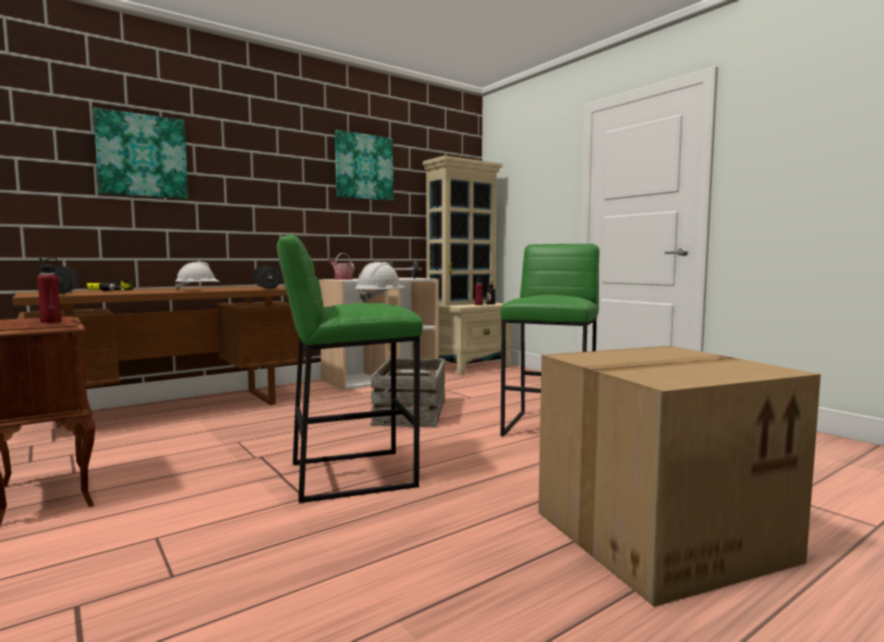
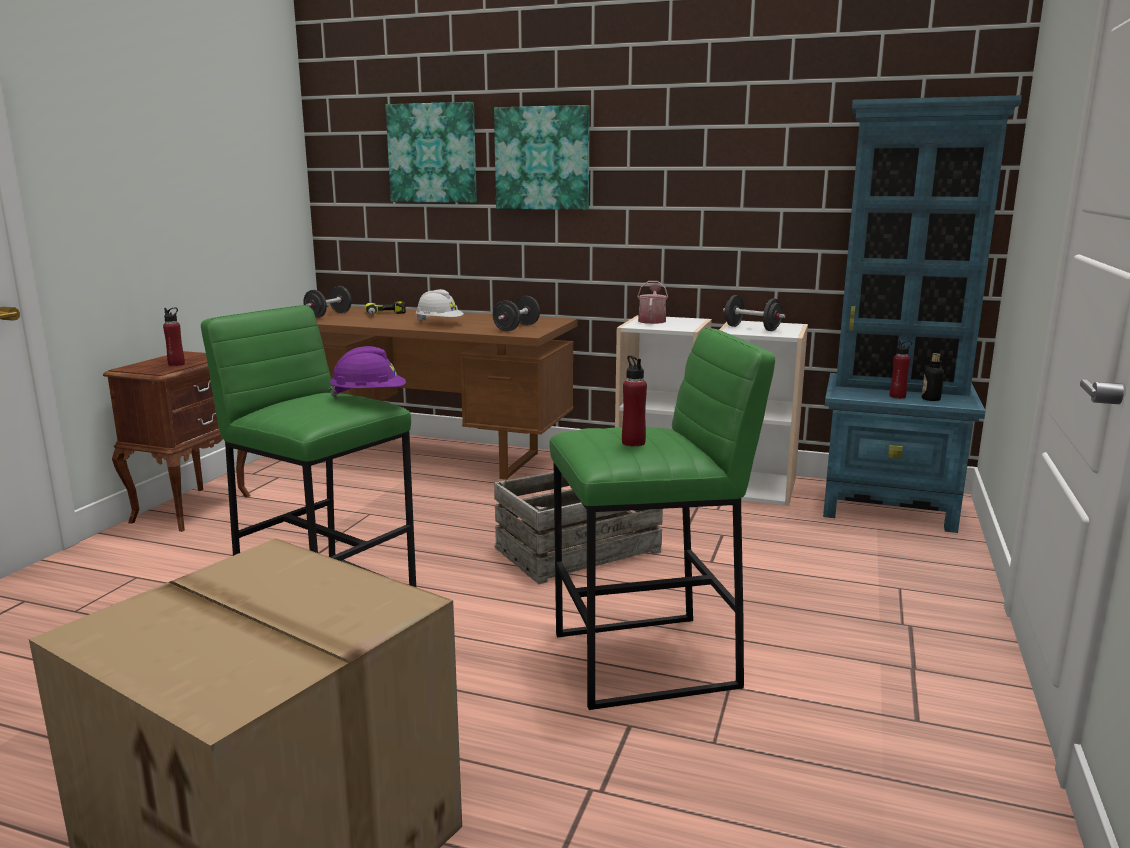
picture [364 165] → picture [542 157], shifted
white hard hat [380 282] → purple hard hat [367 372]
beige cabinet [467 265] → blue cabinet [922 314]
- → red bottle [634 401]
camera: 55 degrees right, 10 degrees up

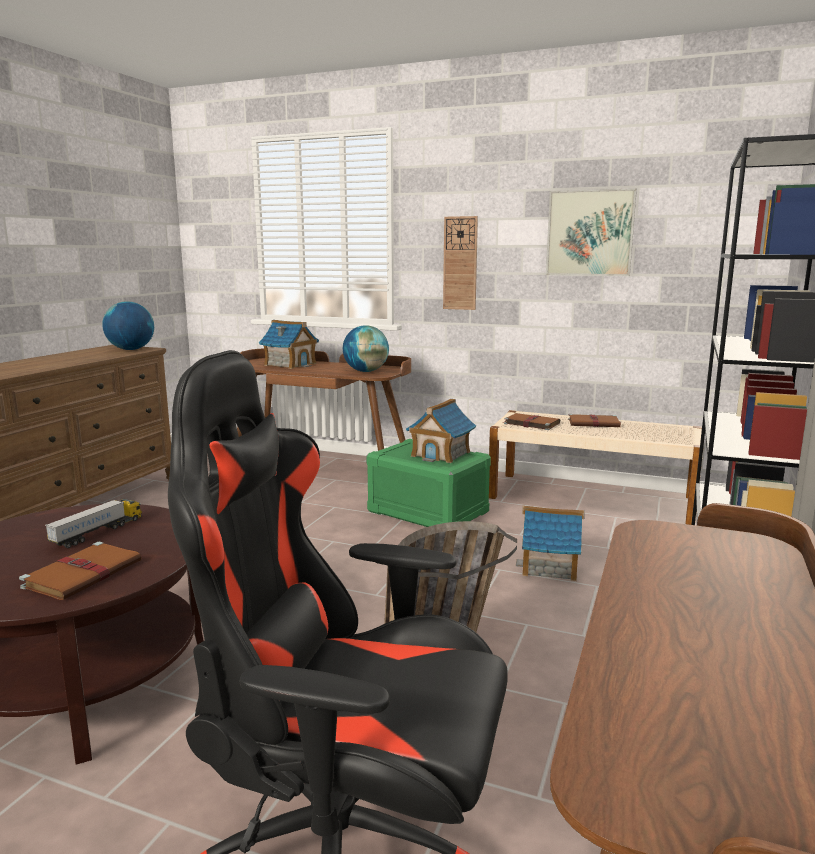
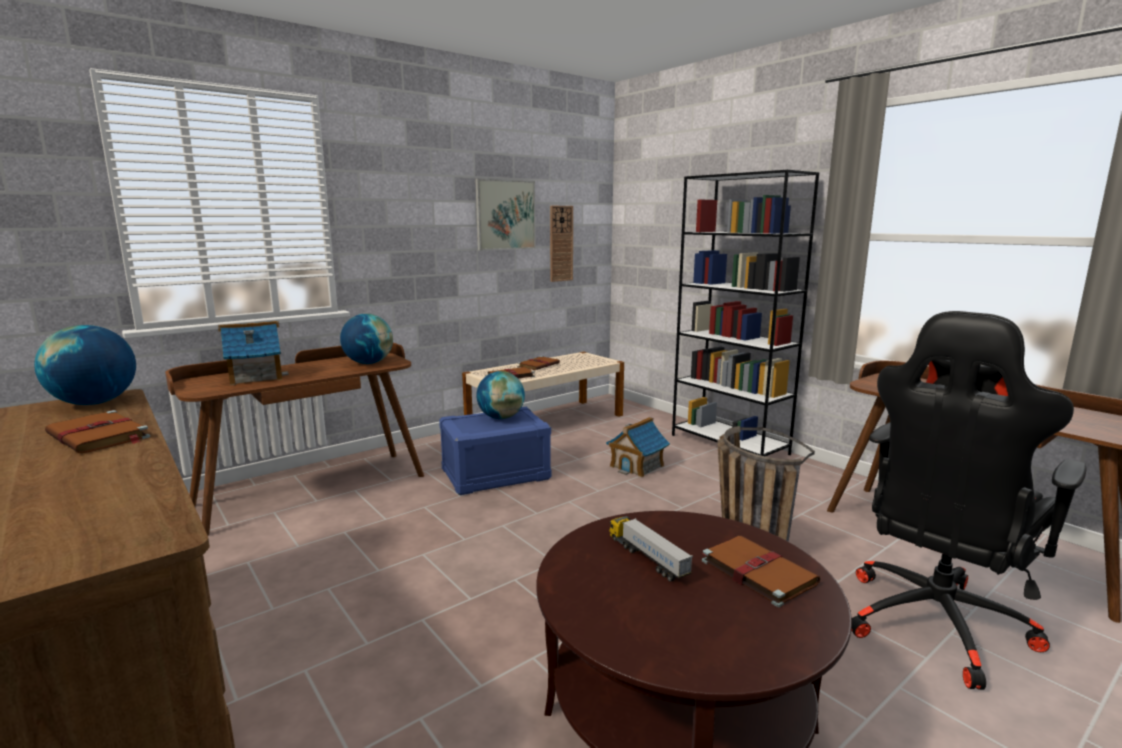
green storage box [428 483] → blue storage box [495 451]
toy house [441 431] → globe [500 395]
wall clock [460 263] → wall clock [561 244], shifted
- → brown book [97 431]
camera: 60 degrees left, 0 degrees up

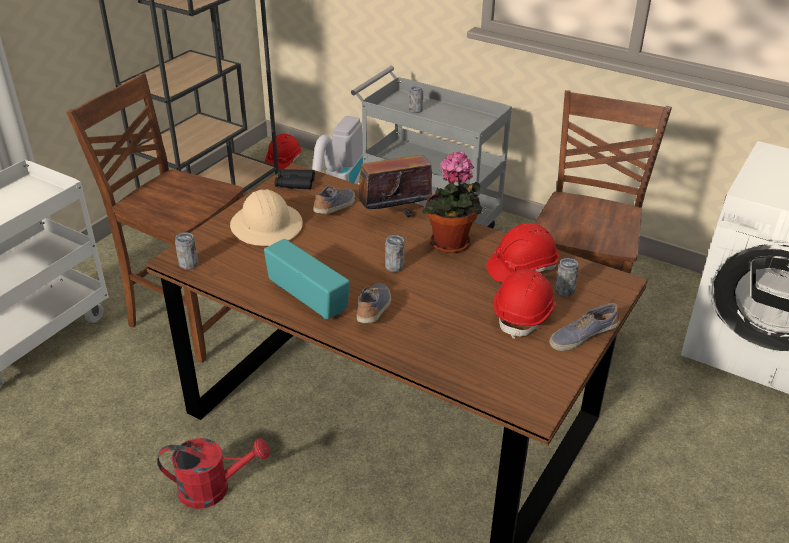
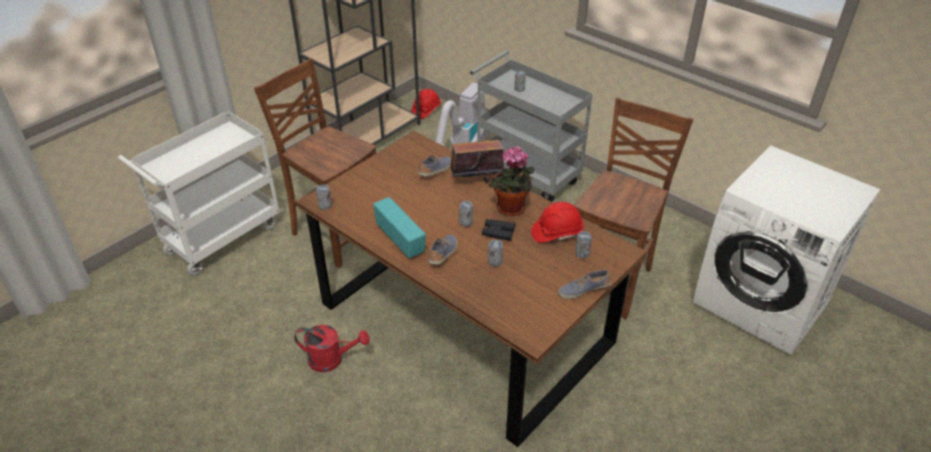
beige hard hat [266 217] → -
black binoculars [295 179] → black binoculars [498 230], shifted
red hard hat [524 304] → -
- → can [495 253]
camera: 10 degrees right, 5 degrees up

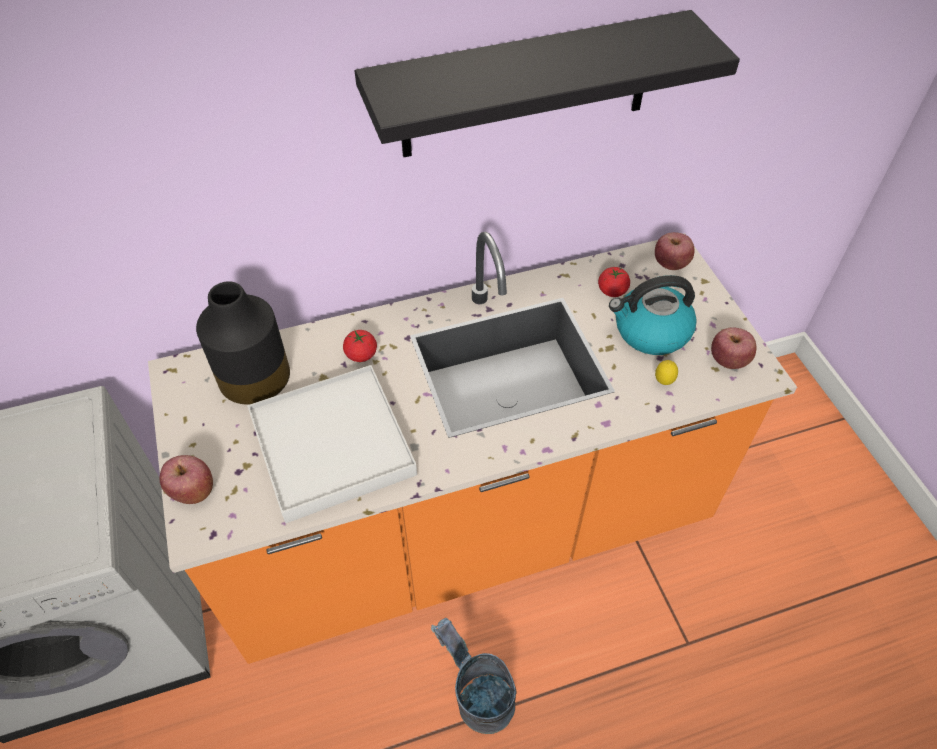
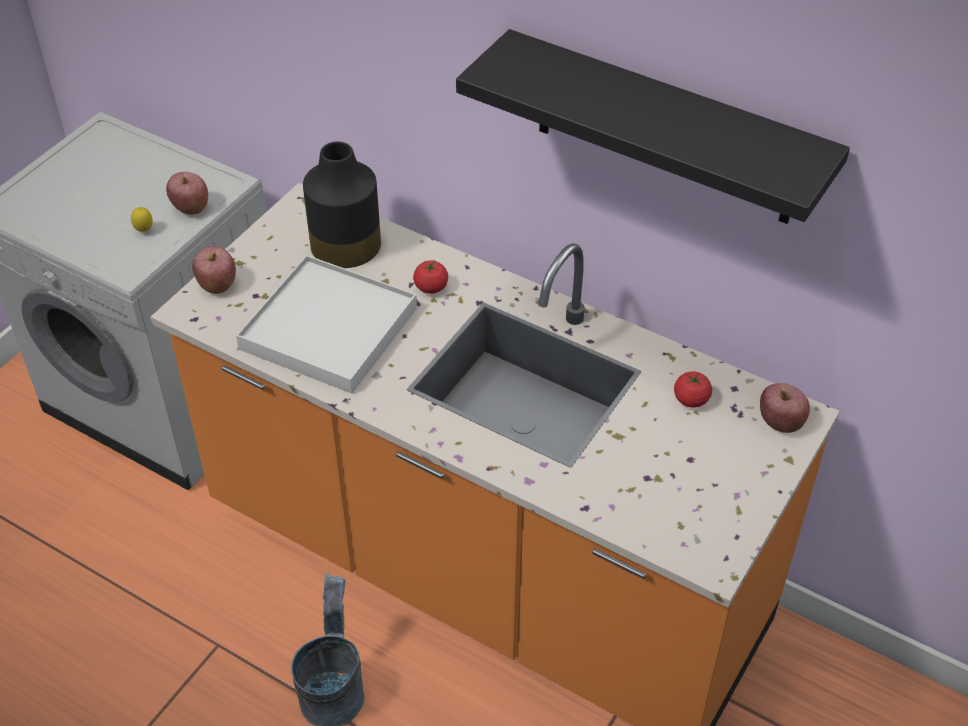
kettle [653 315] → -
lemon [666 372] → lemon [142 219], shifted
apple [734 348] → apple [187 193], shifted
camera: 50 degrees right, 5 degrees down

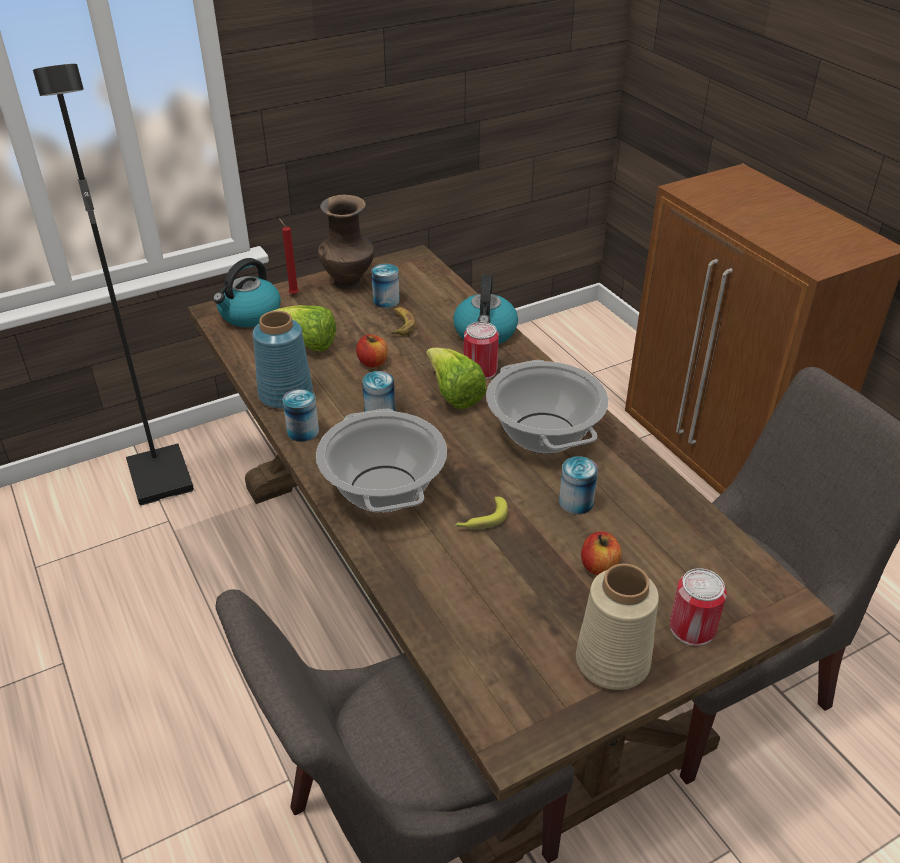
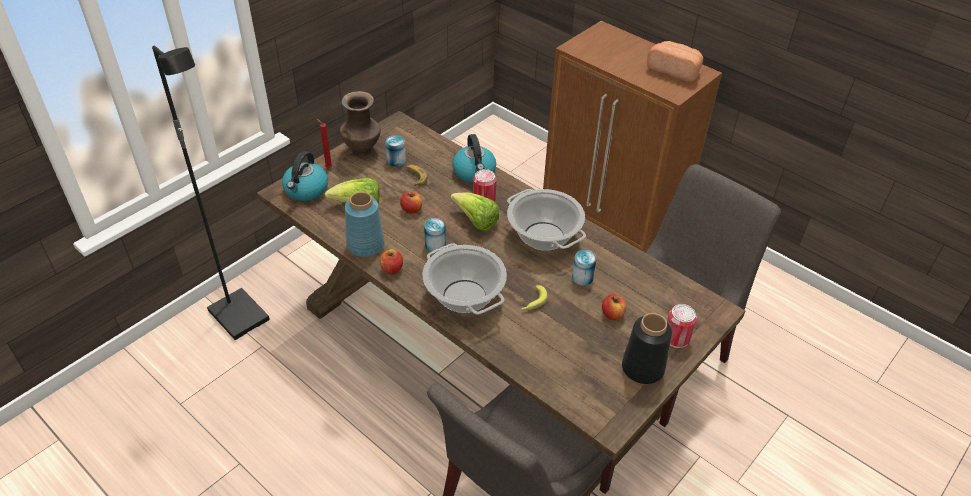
can [301 415] → apple [391 261]
beige vase [617 627] → black vase [647 348]
- → bread [675 61]
camera: 20 degrees left, 5 degrees up

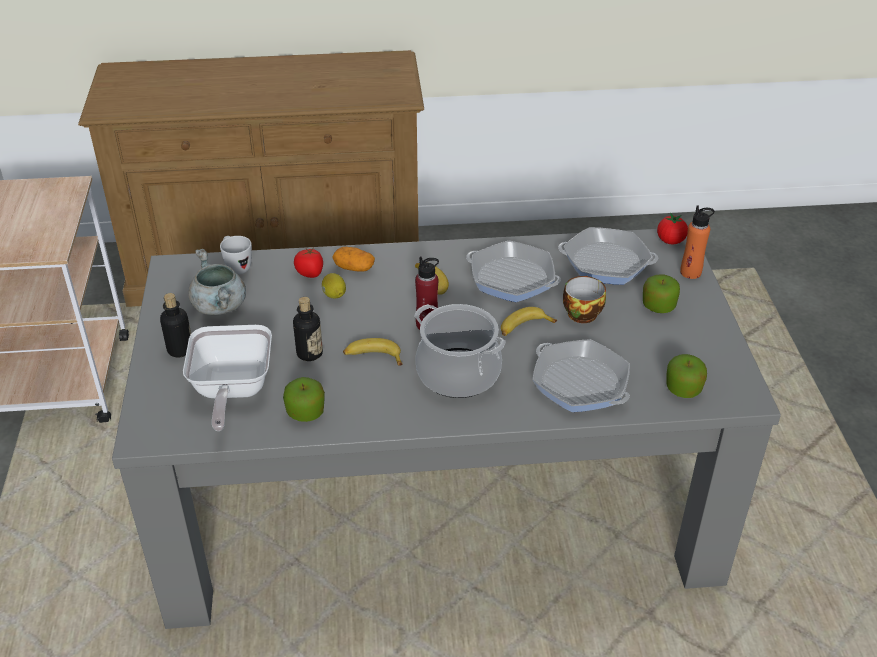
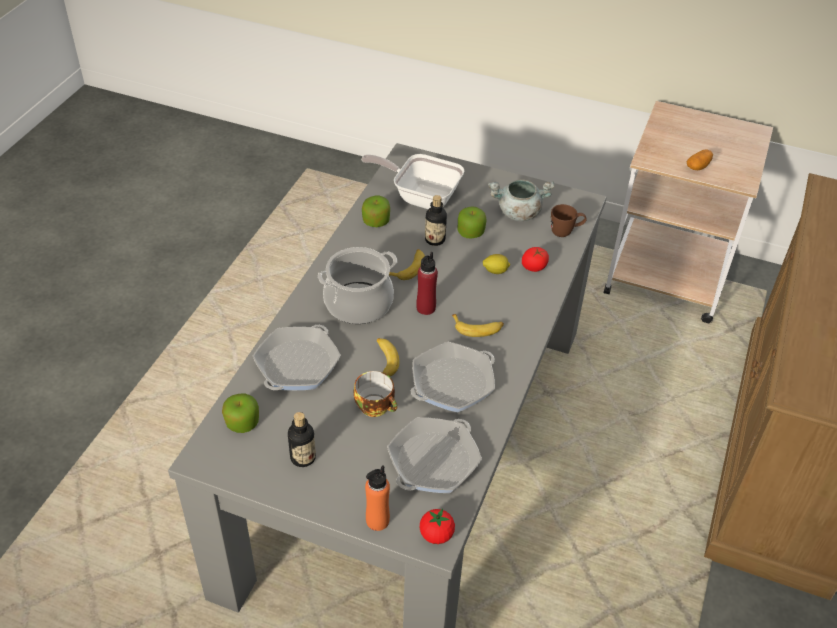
bottle [175 325] → bottle [302 439], shifted
white mug [236 255] → brown mug [569 220]
potato [353 259] → potato [700 159], shifted
frying pan [581 375] → frying pan [297 357], 45 degrees counterclockwise
apple [661 293] → apple [472 222], shifted
camera: 115 degrees right, 5 degrees up

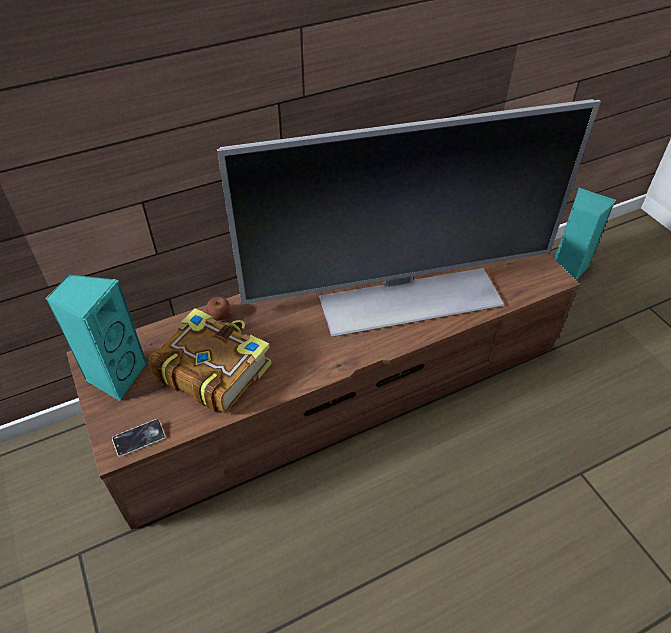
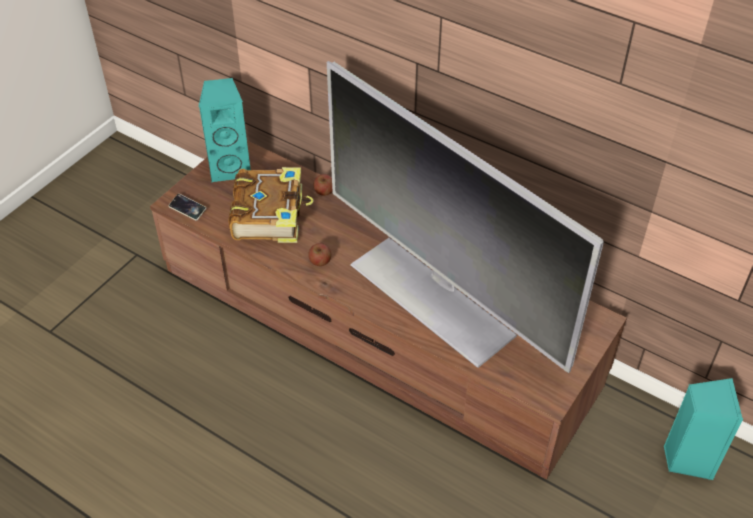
- → apple [319 254]
camera: 60 degrees right, 0 degrees up

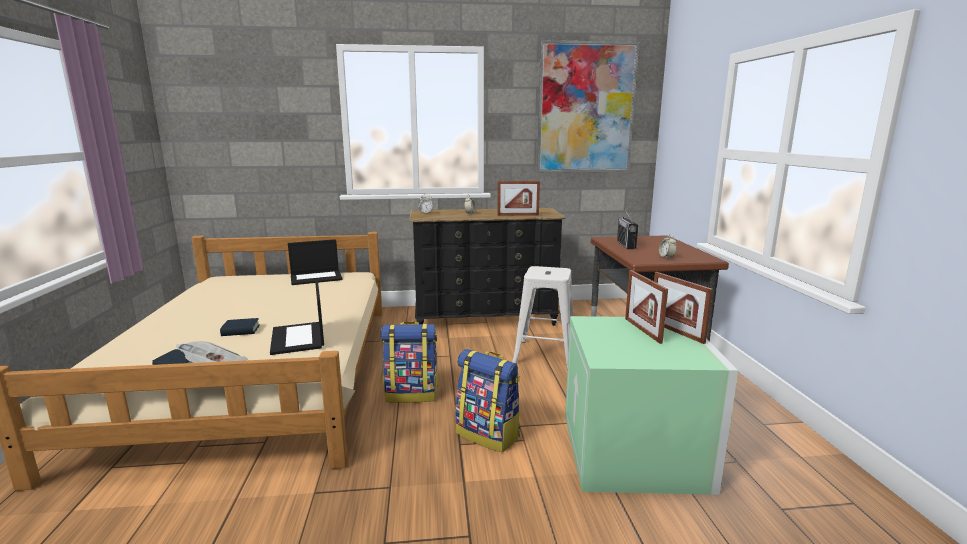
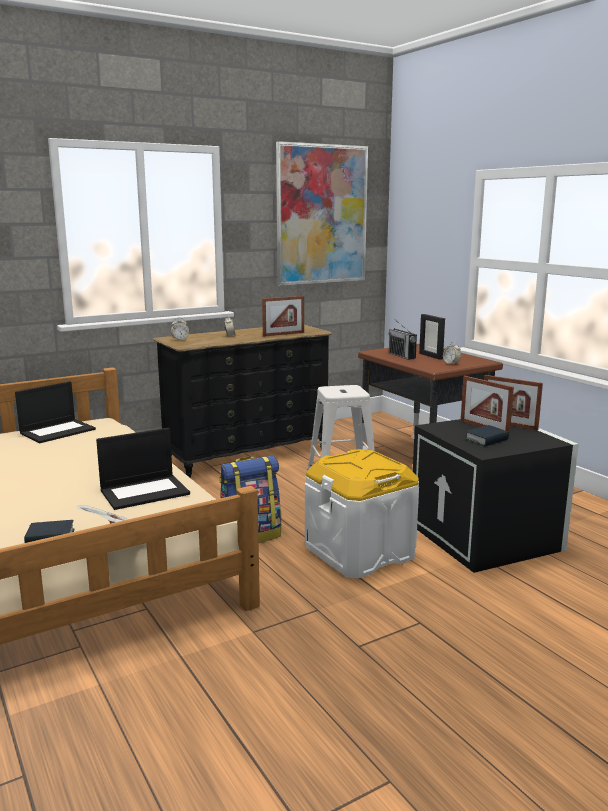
book [240 327] → book [487 435], shifted
laptop [297 318] → laptop [143 469], 75 degrees counterclockwise
backpack [487 401] → white storage box [362 513]
green storage box [651 405] → black storage box [496 496]
- → picture frame [432 337]
camera: 25 degrees left, 0 degrees up

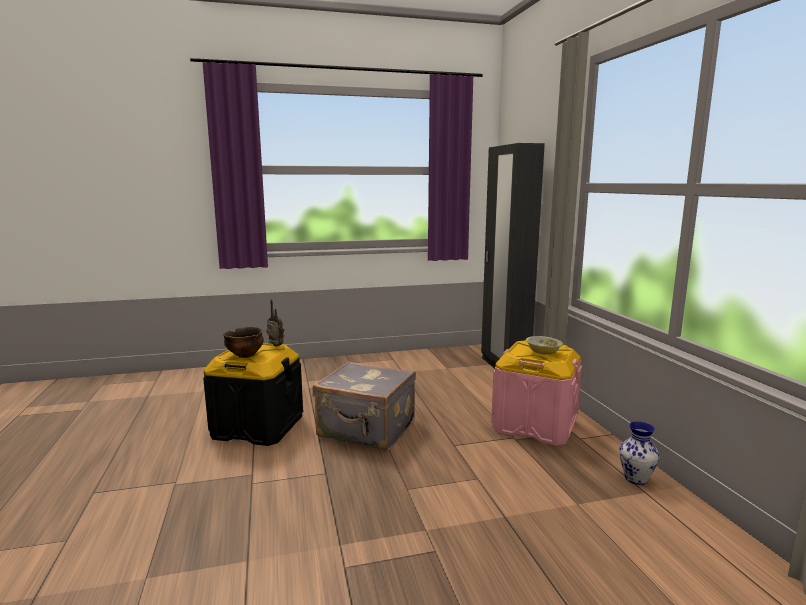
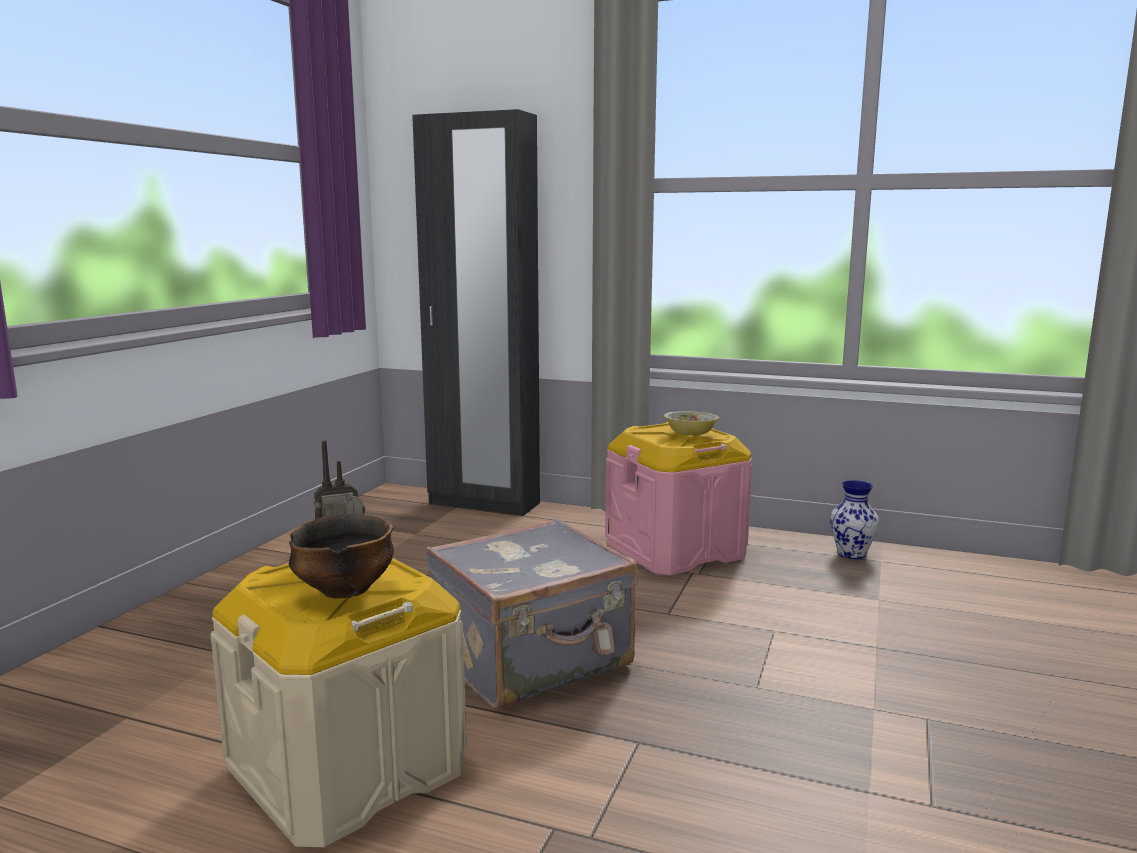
black storage box [253 394] → beige storage box [339 702]
camera: 55 degrees left, 0 degrees up

